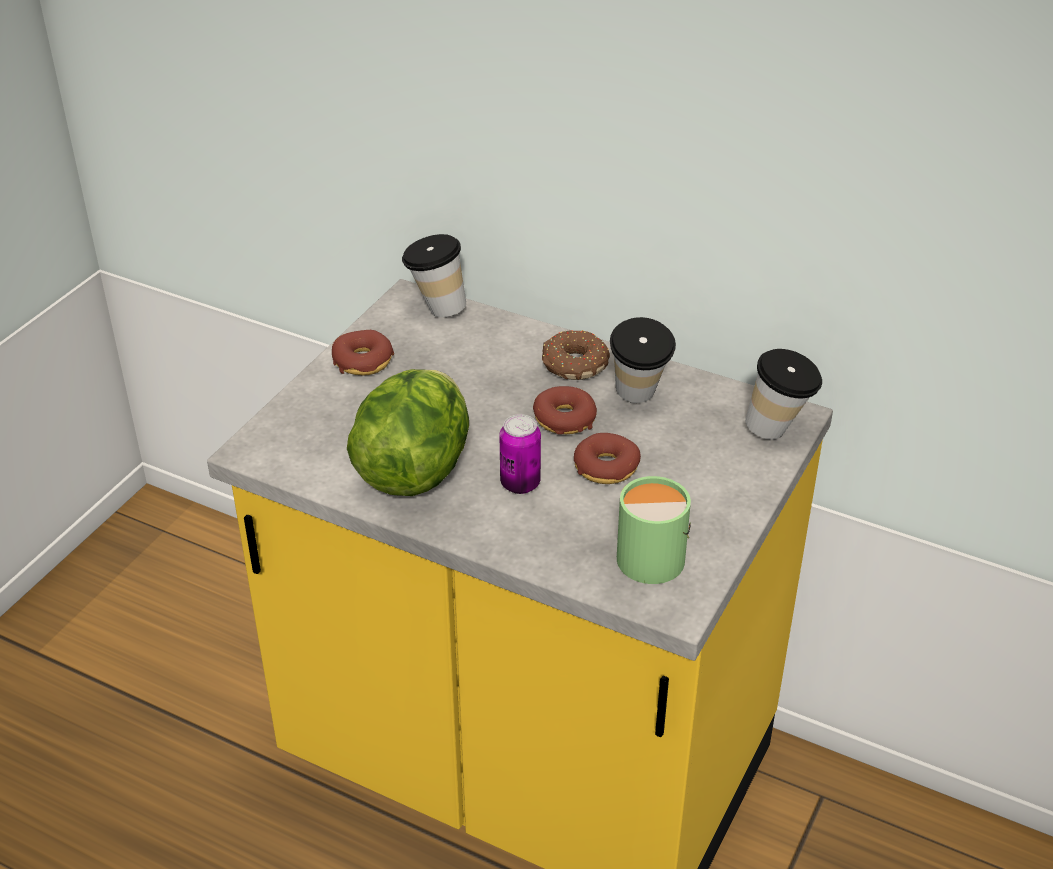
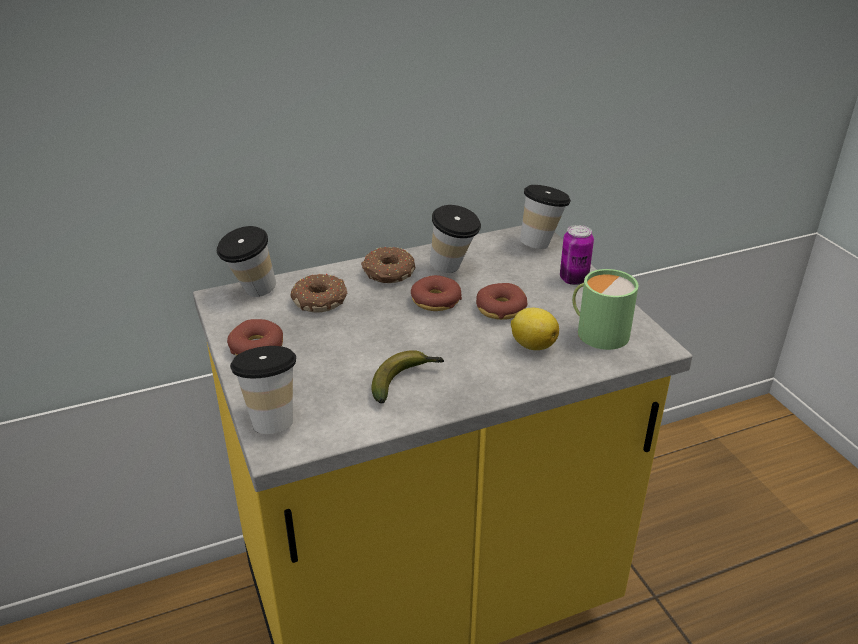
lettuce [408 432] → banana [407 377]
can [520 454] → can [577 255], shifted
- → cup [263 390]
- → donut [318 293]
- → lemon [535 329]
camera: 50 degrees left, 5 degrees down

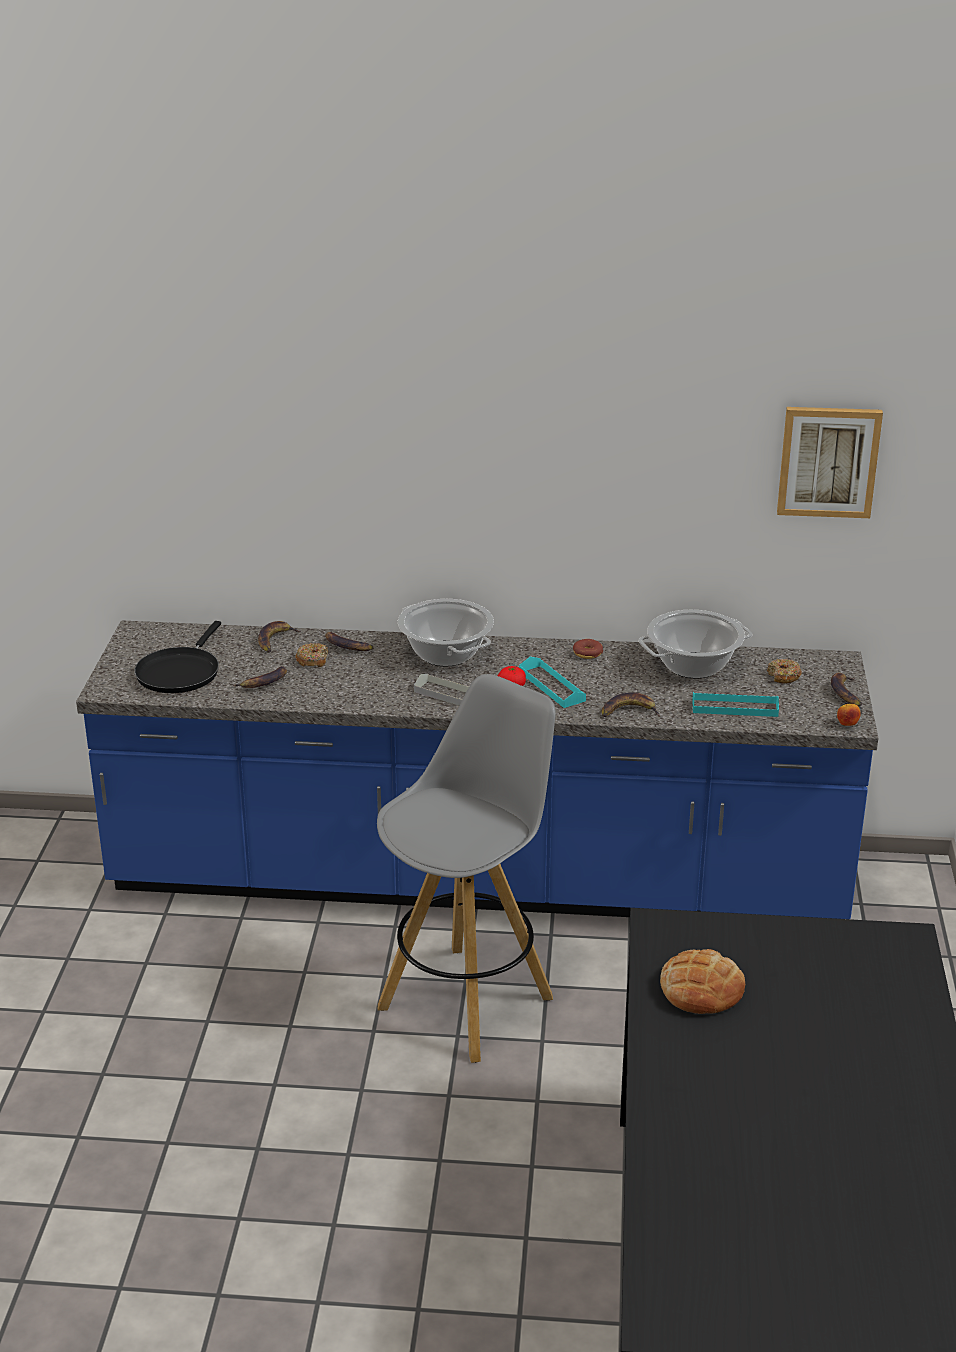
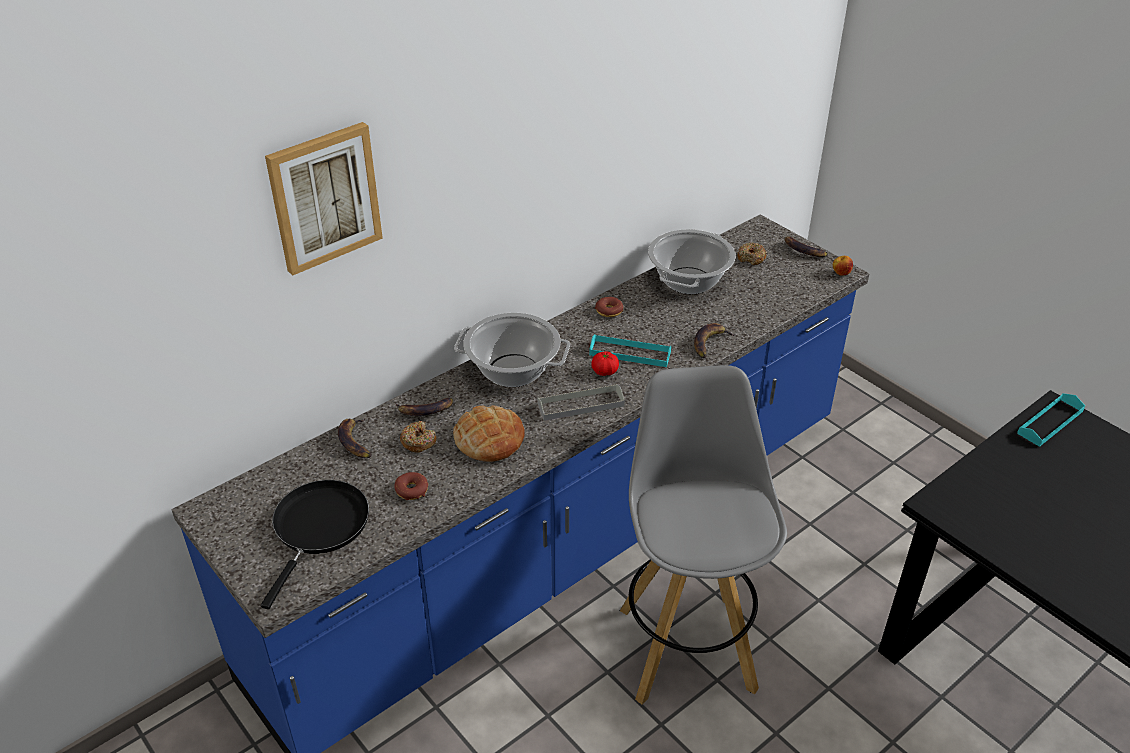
black frying pan [177 657] → black frying pan [315 544], 135 degrees counterclockwise
banana [259 677] → donut [411 486]
bread [702 981] → bread [489 434], shifted
turquoise tray [735 704] → turquoise tray [1051 420], shifted
picture [830 462] → picture [324 198], shifted
camera: 45 degrees left, 10 degrees up

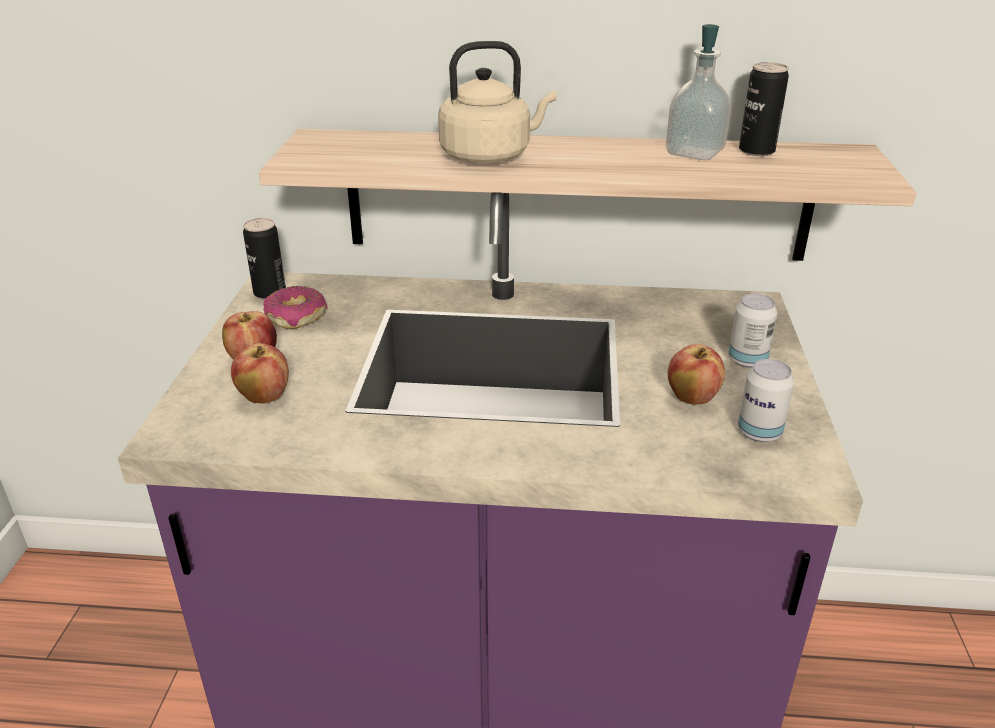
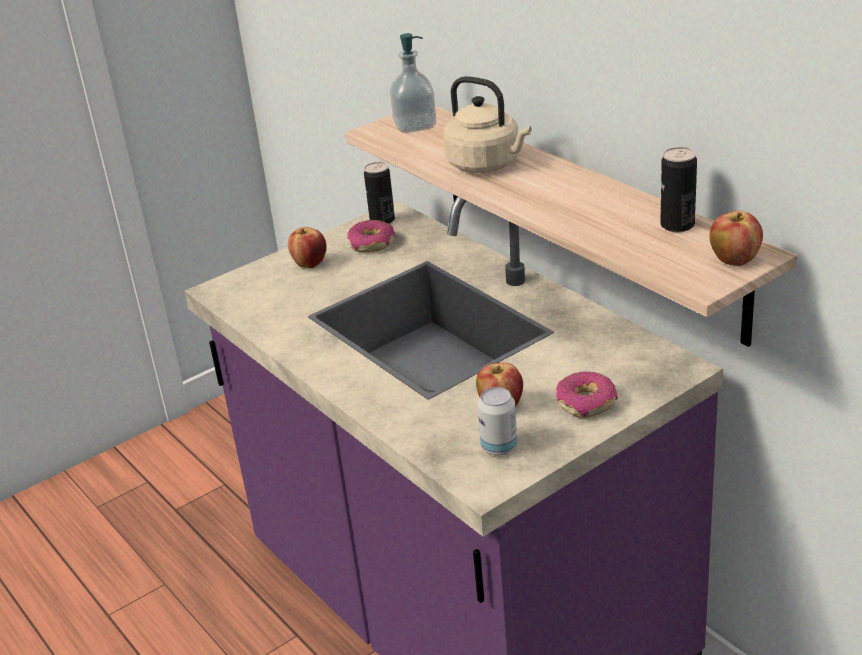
apple [260 373] → apple [736 238], shifted
soap dispenser [698 92] → soap dispenser [413 83], shifted
can [752 331] → donut [587 395]
camera: 50 degrees right, 0 degrees up

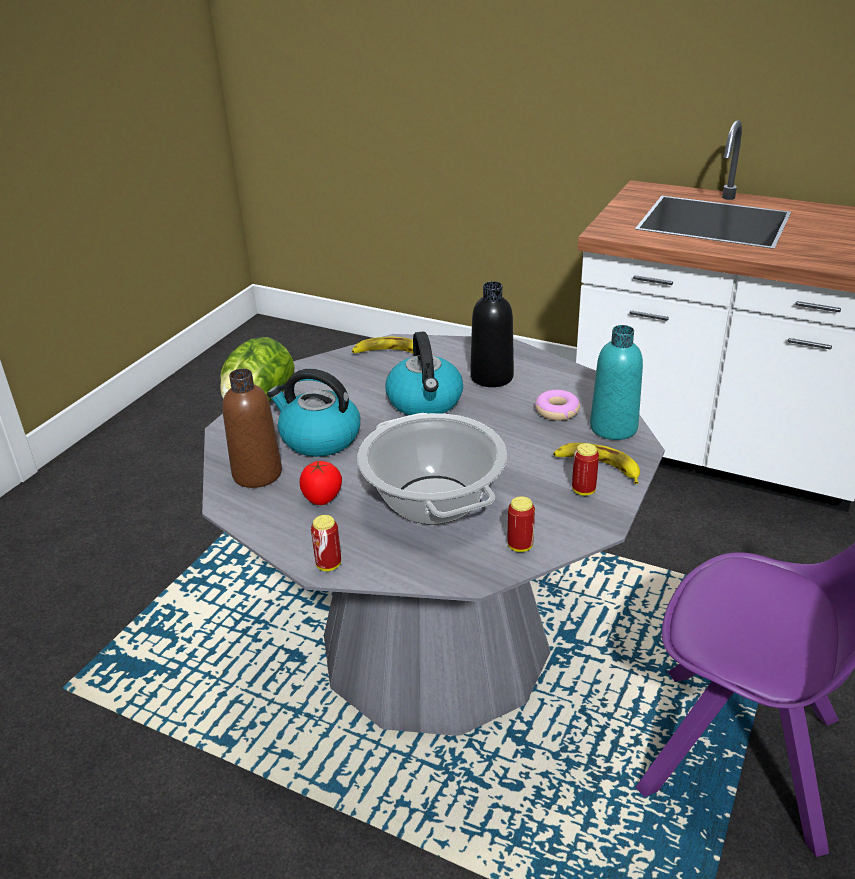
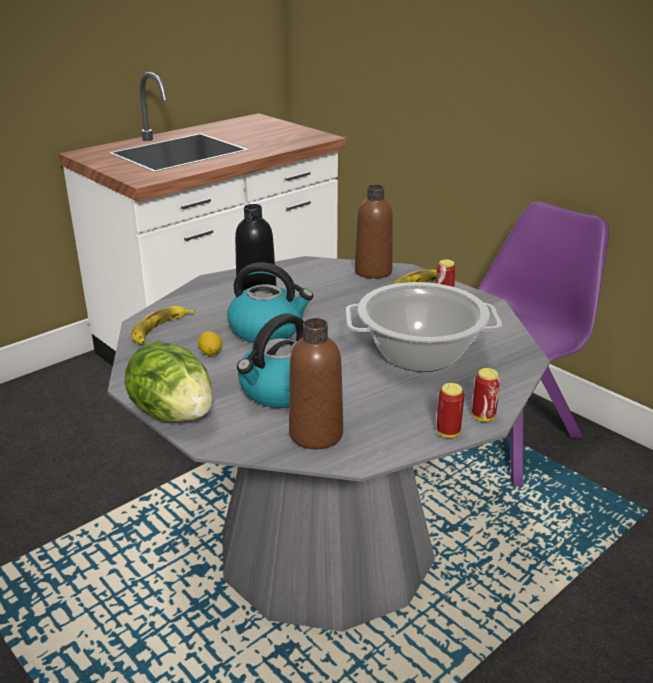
tomato [321 482] → -
can [521 524] → can [450 410], shifted
donut [557 405] → -
turquoise bottle [616 382] → brown bottle [374 232]
- → lemon [210 343]
camera: 70 degrees left, 5 degrees down

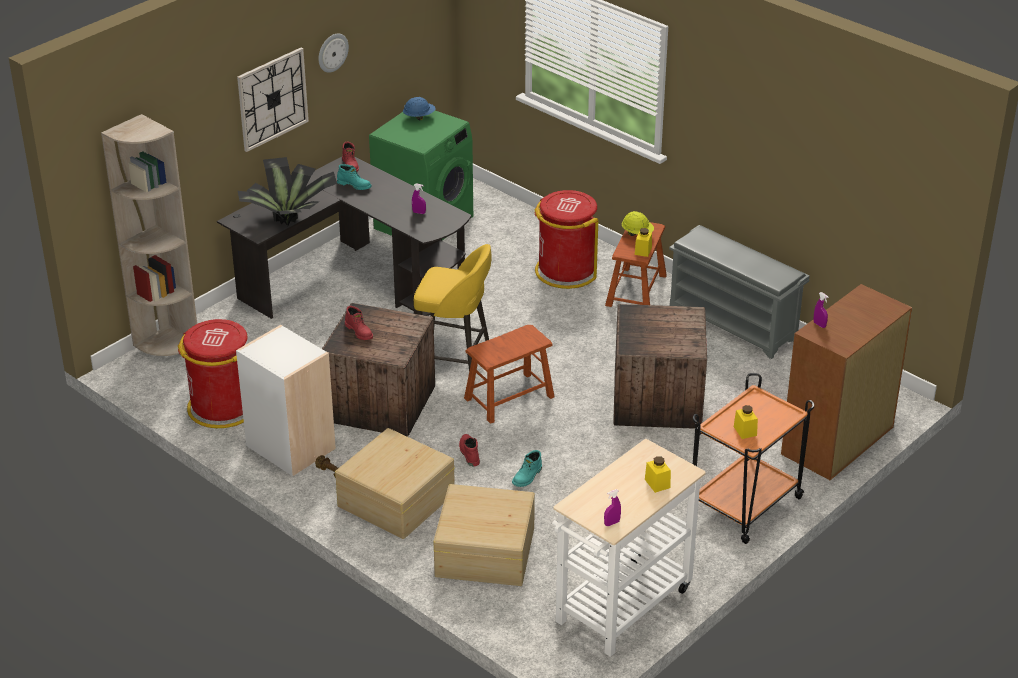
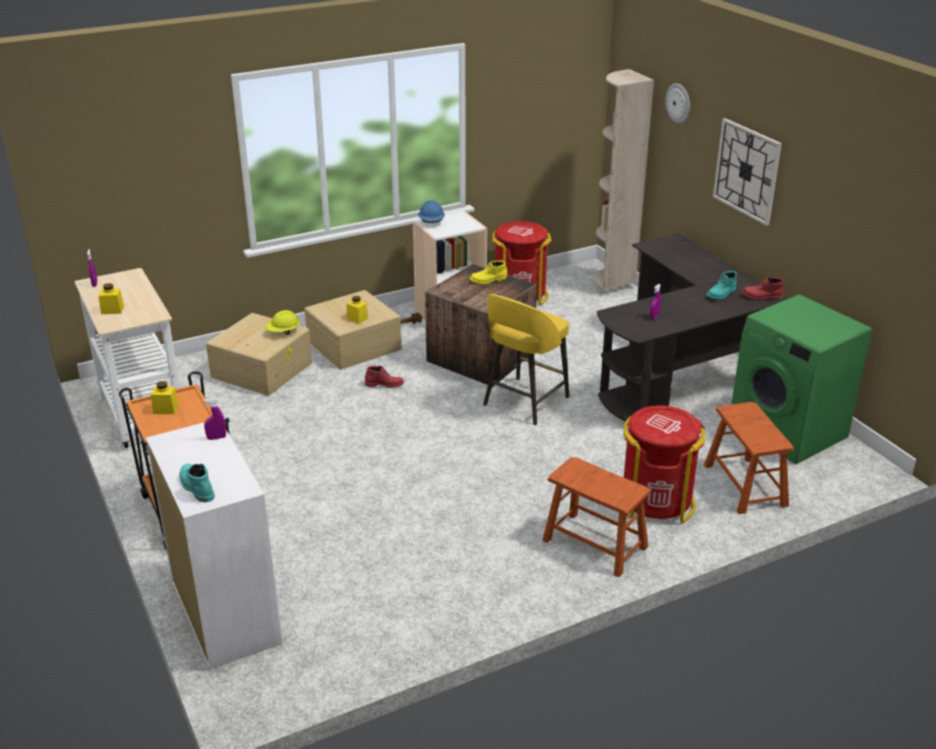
potted plant [287 191] → -
wall clock [333 53] → wall clock [677 103], shifted
red boot [359 323] → yellow boot [488 272]
blue hard hat [419 109] → blue hard hat [431 211], shifted
brown stool [509 374] → brown stool [749 458], shifted
turquoise boot [527 468] → turquoise boot [197 483], shifted
crate [660 366] → -
yellow hard hat [638 223] → yellow hard hat [282 322], shifted
yellow jar [643 242] → yellow jar [357 310], shifted
grey shoe rack [739 292] → -
brown cabinet [846 382] → white cabinet [214 546]
camera: 110 degrees right, 5 degrees down

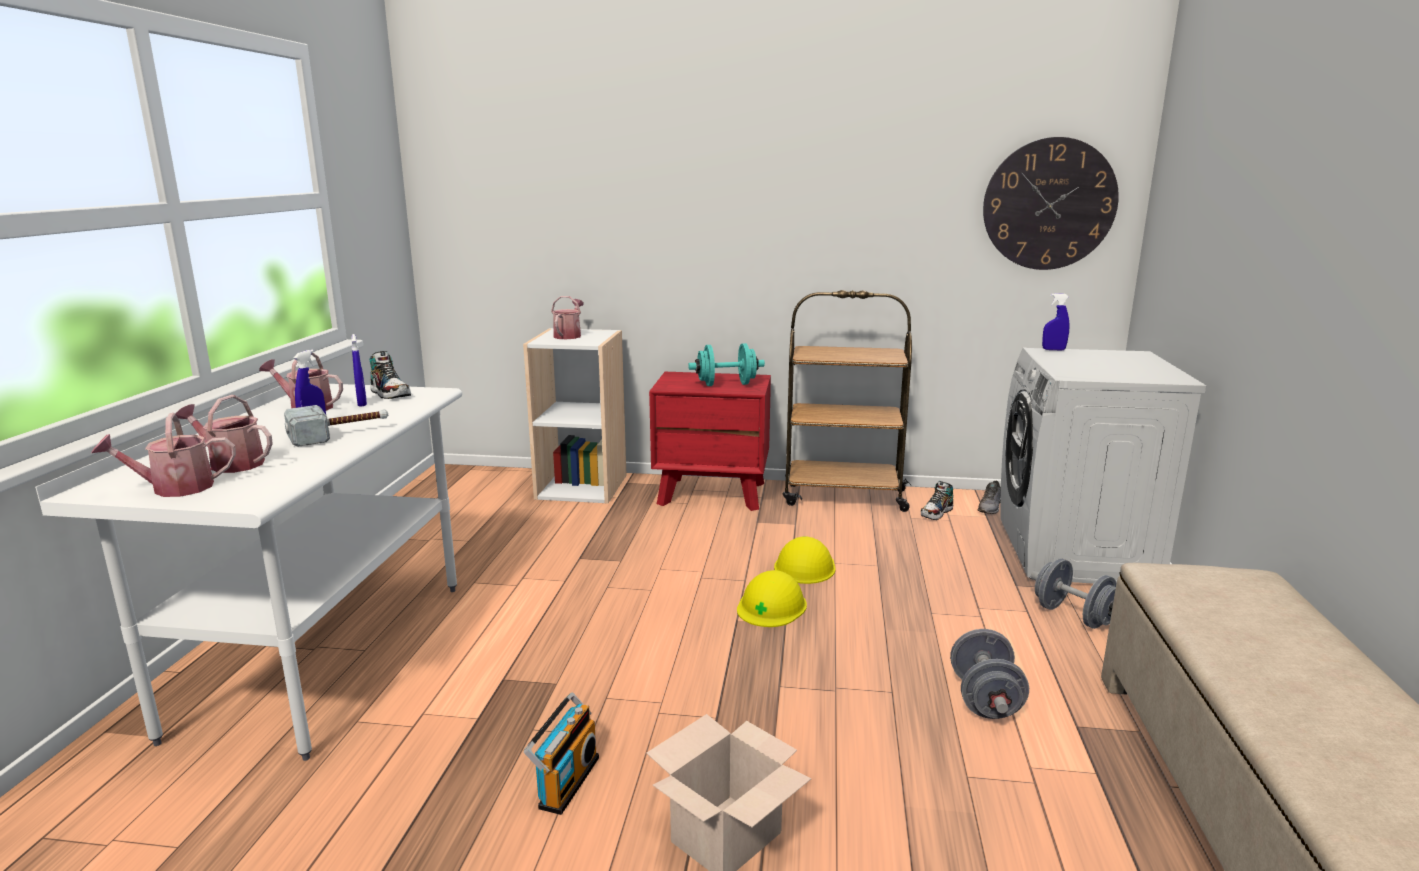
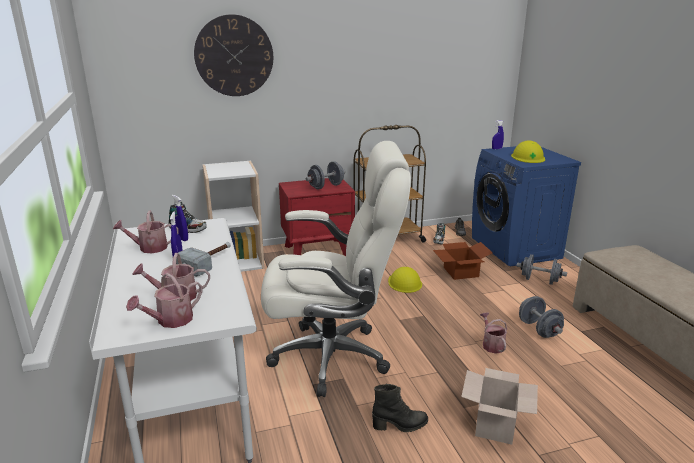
radio [561 753] → black boot [400 408]
watering can [567 317] → watering can [493 333], shifted
turquoise dumbbell [726 364] → grey dumbbell [325 175]
yellow hard hat [772 598] → yellow hard hat [528 151], shifted
wall clock [1051 203] → wall clock [233 55], shifted
white washing machine [1103 465] → blue washing machine [526 206]
- → white office chair [336 269]
- → cardboard box [463 261]
camera: 25 degrees left, 5 degrees up

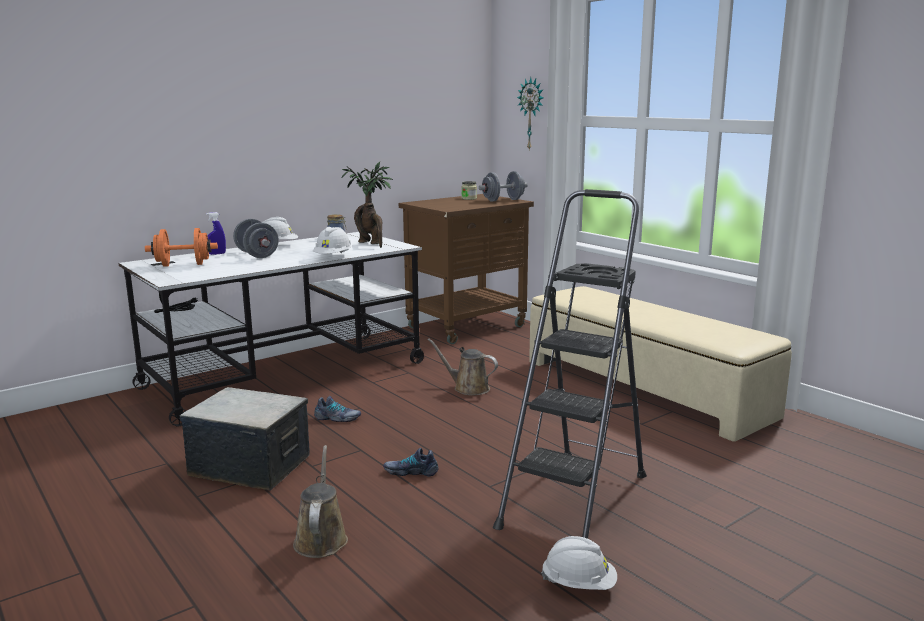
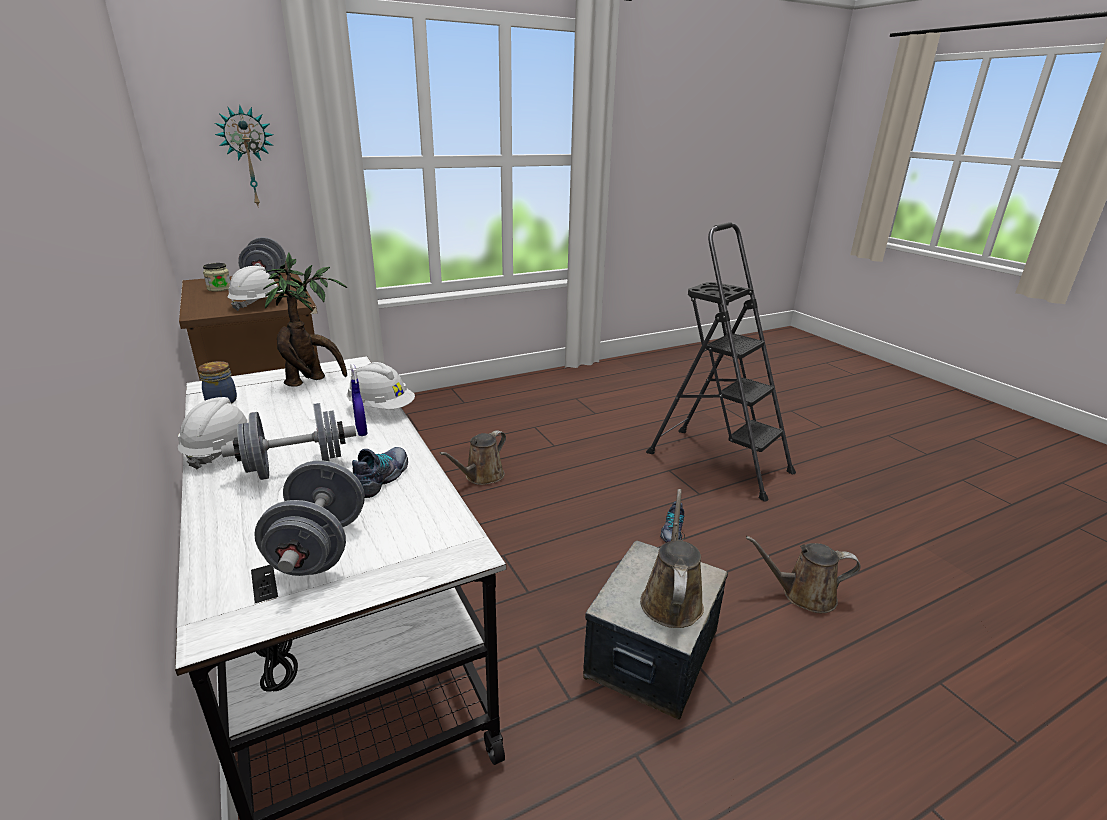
orange dumbbell [181 247] → grey dumbbell [309 518]
blue spray bottle [216 233] → blue spray bottle [359 400], shifted
shoe [337 409] → shoe [380 472], shifted
beige bench [660 364] → -
white hard hat [579 563] → white hard hat [255 288], shifted
- → brown watering can [672 558]
camera: 80 degrees left, 10 degrees up

